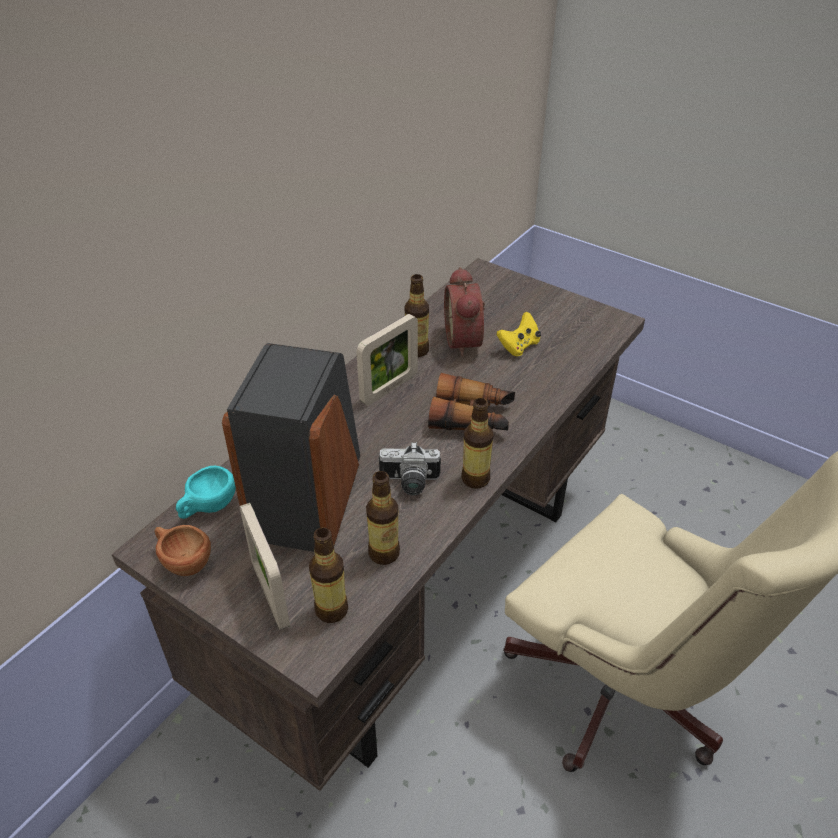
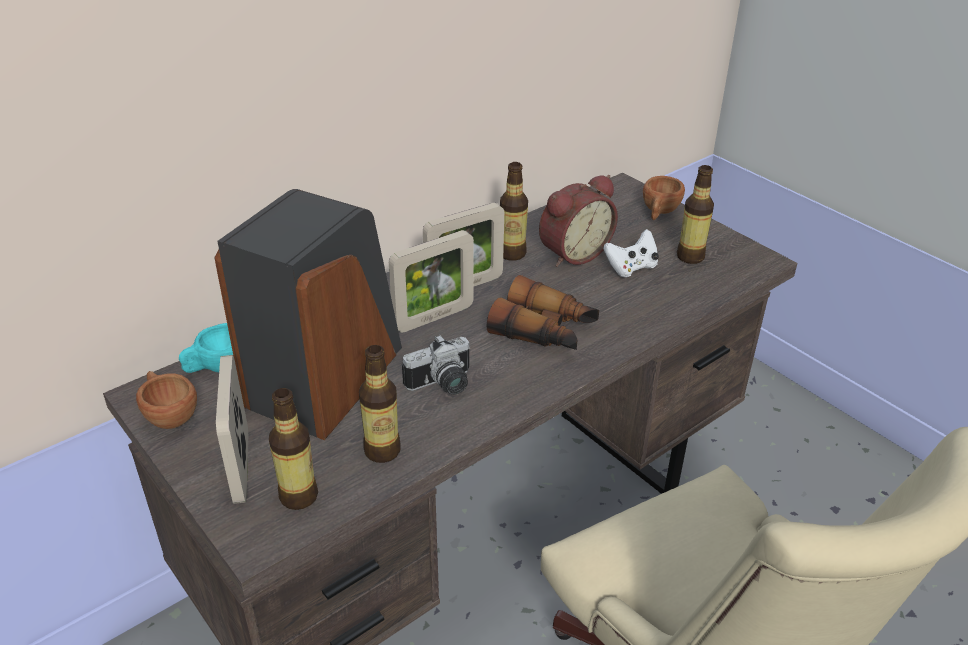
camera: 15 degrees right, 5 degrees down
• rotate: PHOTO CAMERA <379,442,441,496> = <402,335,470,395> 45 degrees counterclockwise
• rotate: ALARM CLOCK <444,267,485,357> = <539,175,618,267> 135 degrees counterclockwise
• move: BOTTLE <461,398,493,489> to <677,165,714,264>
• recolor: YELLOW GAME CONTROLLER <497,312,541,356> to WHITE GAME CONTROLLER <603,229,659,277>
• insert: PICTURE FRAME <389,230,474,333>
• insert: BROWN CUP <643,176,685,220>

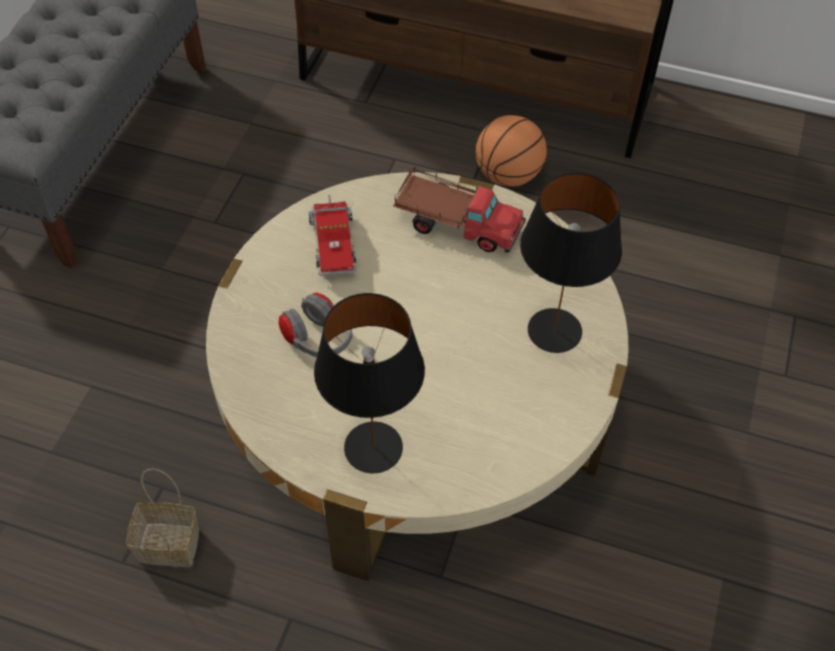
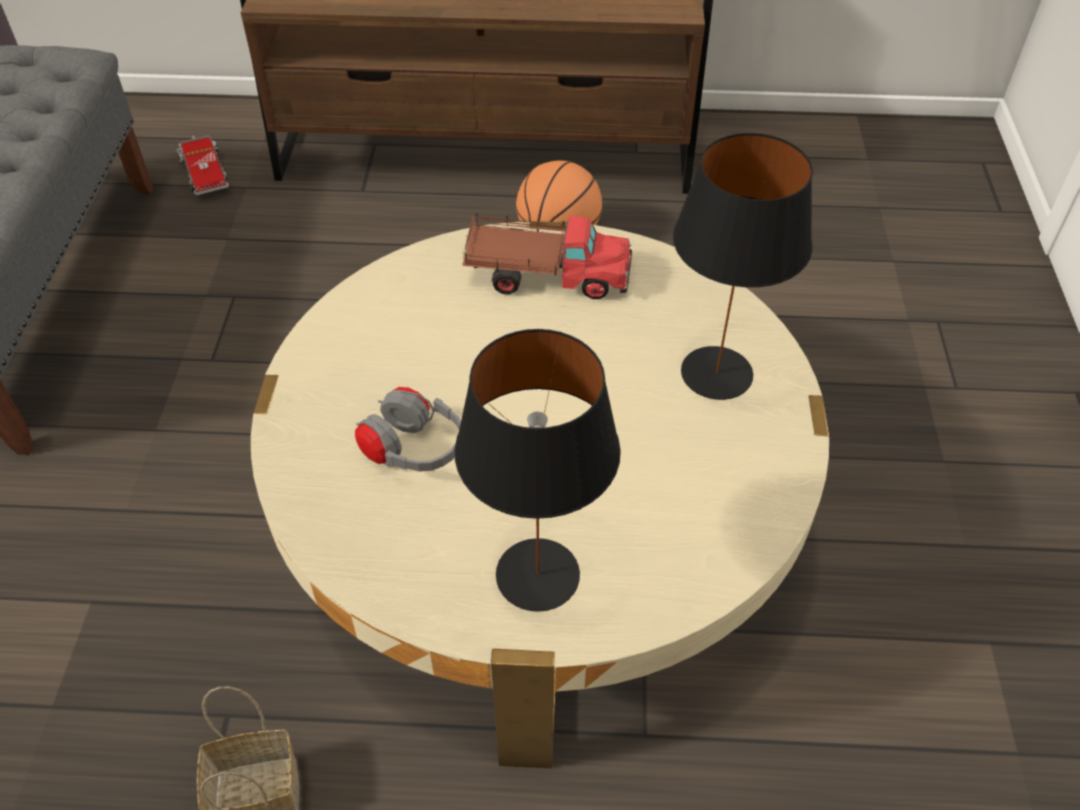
camera: 15 degrees left, 5 degrees down
• move: TOY TRUCK <309,195,356,276> to <176,135,229,195>

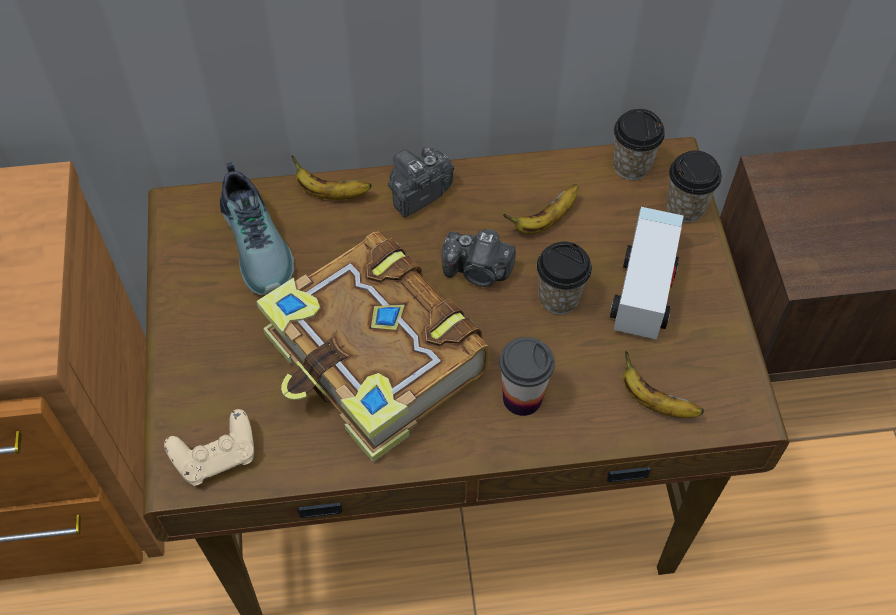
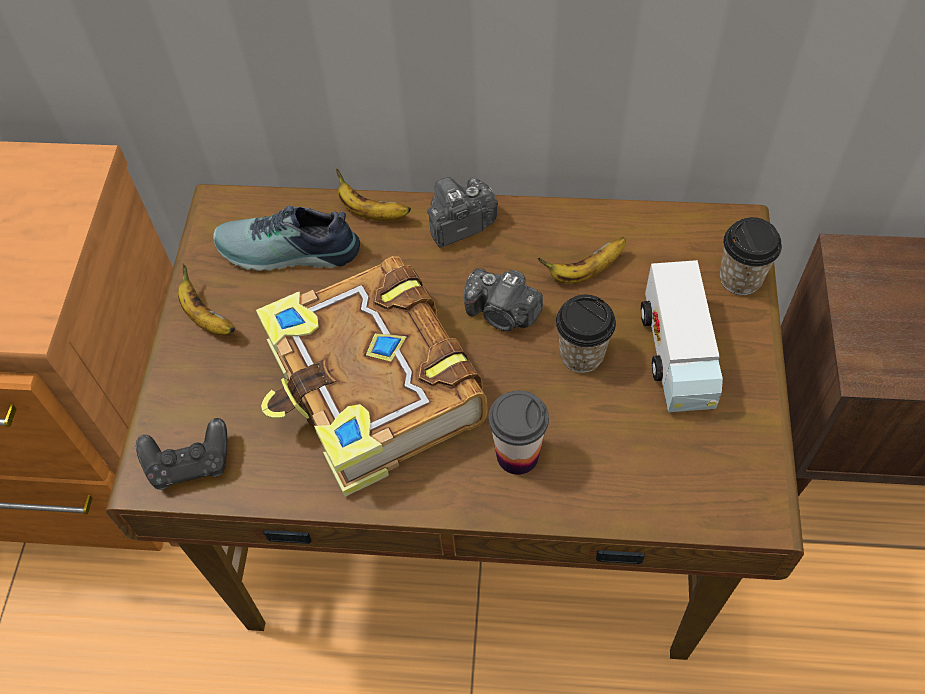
camera: 15 degrees right, 0 degrees up
• recolor: BEIGE GAME CONTROLLER <164,409,254,486> to BLACK GAME CONTROLLER <136,418,227,490>
• rotate: SHOE <220,162,295,295> = <213,205,360,271> 105 degrees clockwise
• rotate: TOY TRUCK <610,207,683,340> = <641,260,723,412> 150 degrees clockwise
• delete: CUP <613,109,665,180>
• move: BANANA <623,351,704,418> to <178,264,235,335>

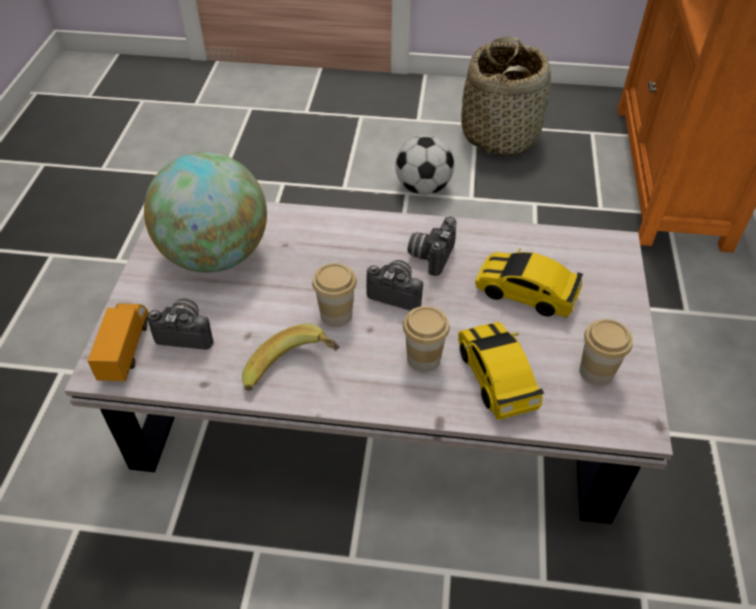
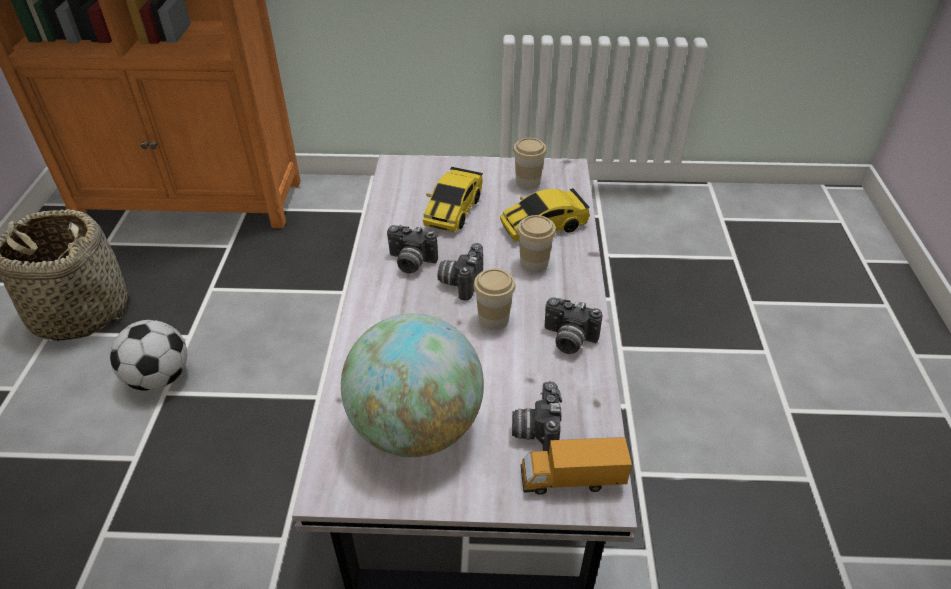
camera: 95 degrees left, 5 degrees down
• replace: BANANA <242,324,339,391> to PHOTO CAMERA <544,297,602,354>

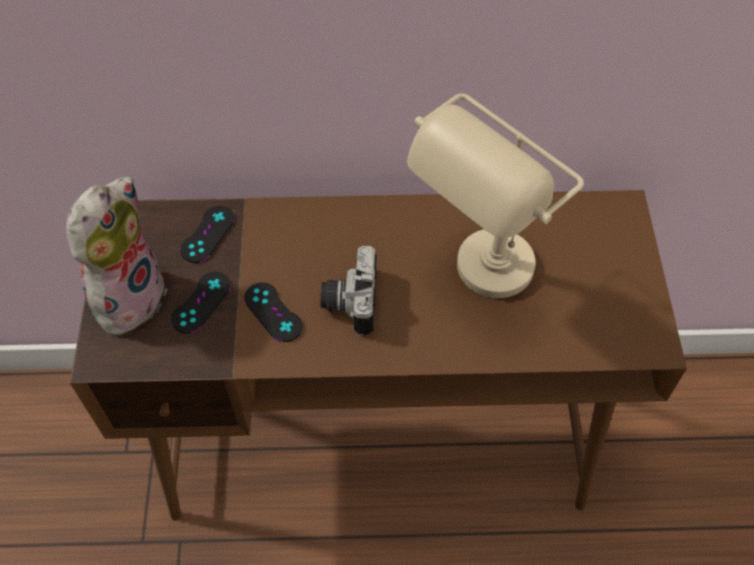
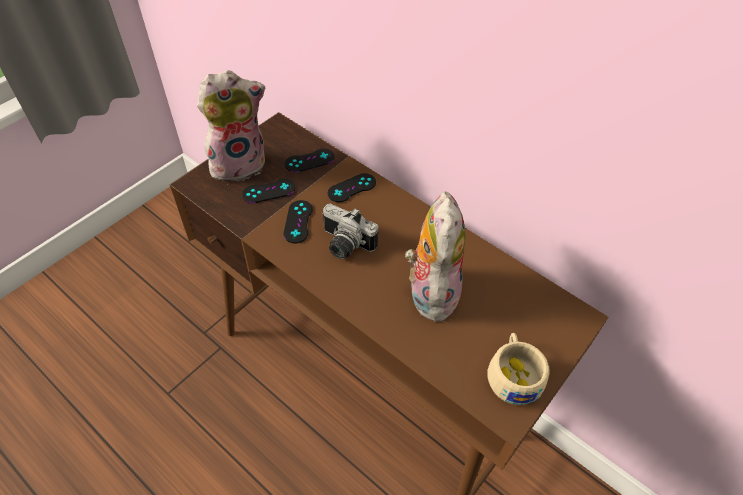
camera: 40 degrees right, 5 degrees down
• rotate: PHOTO CAMERA <320,246,377,336> = <322,204,378,259> 105 degrees counterclockwise
• replace: BEIGE TABLE LAMP <407,93,584,298> to PLUSH TOY <405,191,466,323>
• insert: BLACK GAME CONTROLLER <327,173,376,202>
• insert: BEIGE CUP <487,333,550,405>

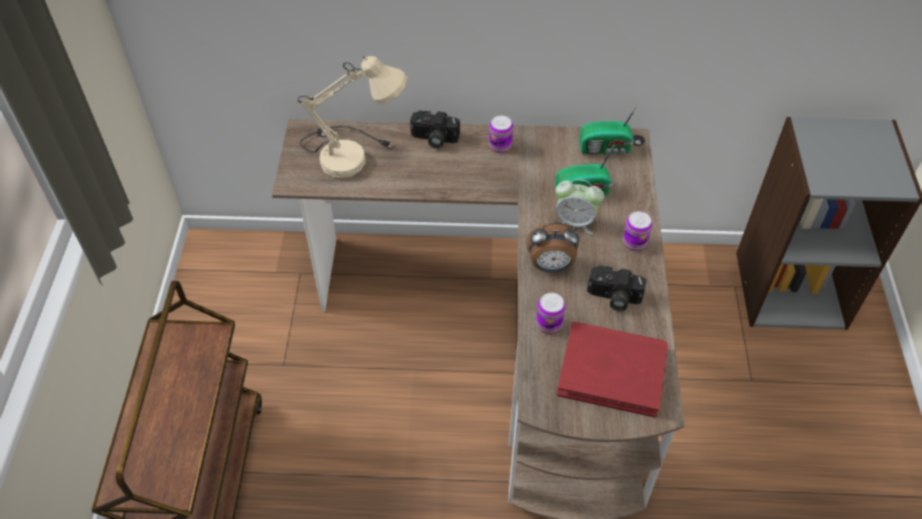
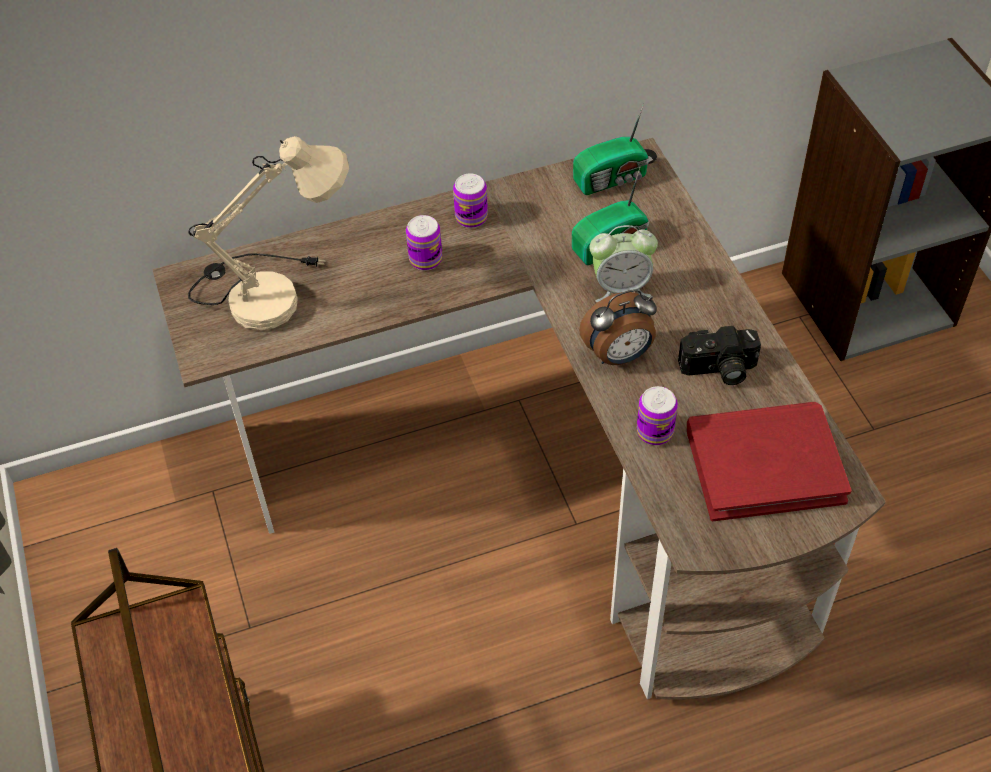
camera: 20 degrees left, 0 degrees up
• delete: PHOTO CAMERA <410,110,460,148>
• move: CAN <623,211,652,251> to <406,215,442,270>

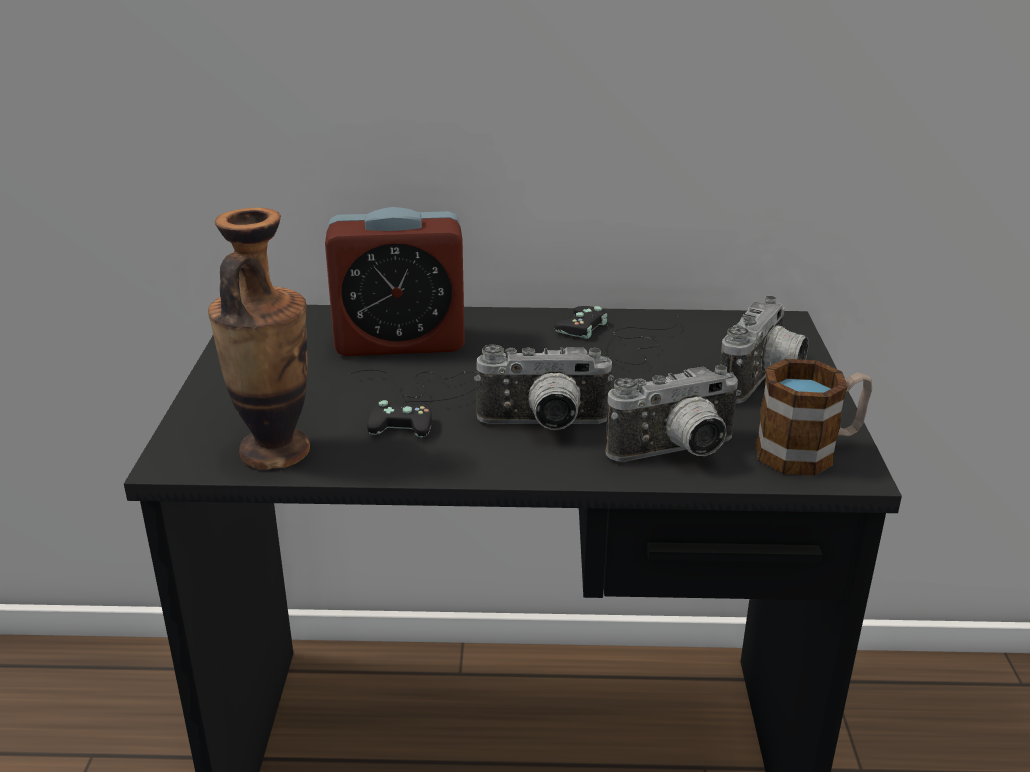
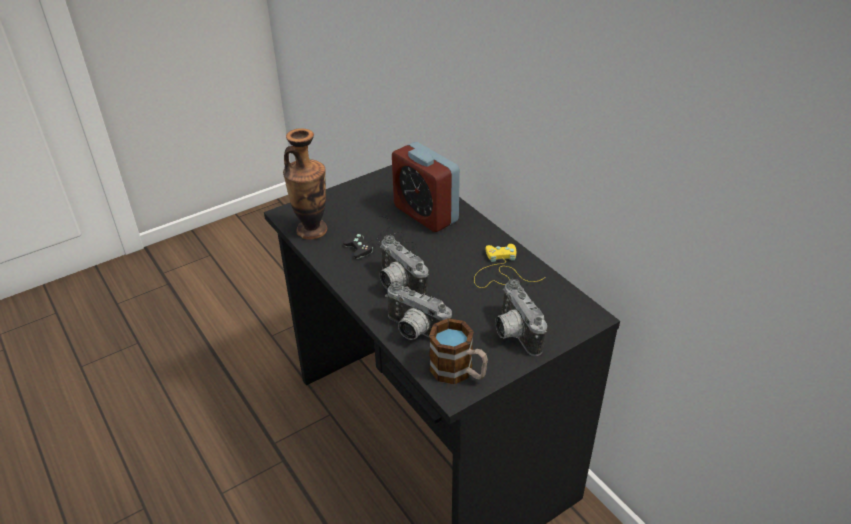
camera: 55 degrees right, 10 degrees up
• recolor: BLACK GAME CONTROLLER <554,306,679,365> to YELLOW GAME CONTROLLER <474,244,545,288>
• rotate: PHOTO CAMERA <720,296,809,403> = <495,279,547,356> 75 degrees clockwise

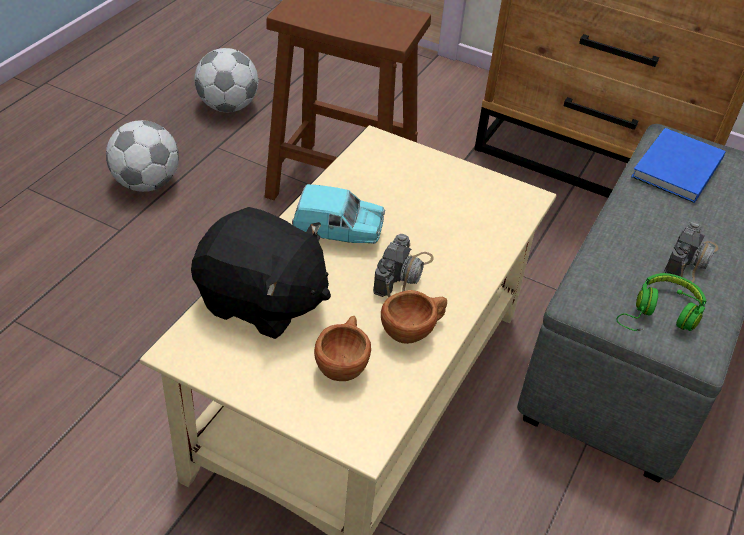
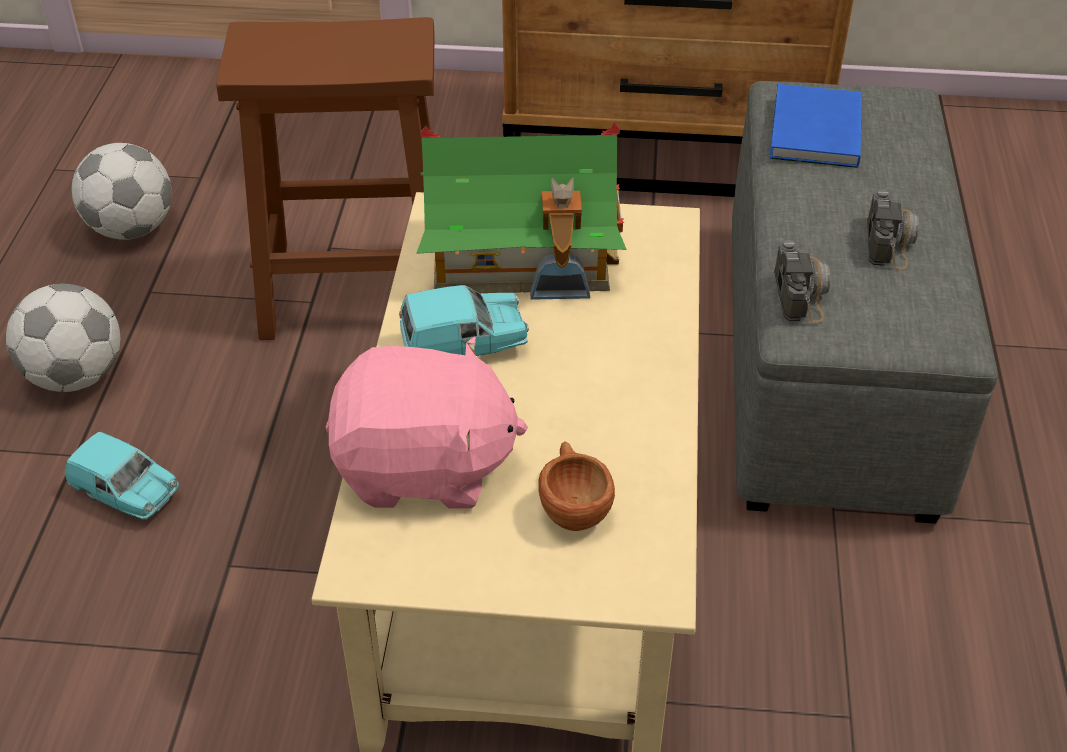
camera: 20 degrees left, 0 degrees up
• recolor: BLACK PLUSH TOY <191,207,331,339> to PINK PLUSH TOY <326,336,528,509>
• move: PHOTO CAMERA <373,234,434,298> to <774,240,830,323>
• delete: BROWN CUP <381,290,447,344>
• delete: GREEN HEADPHONES <616,273,706,331>
• insert: TURQUOISE TOY CAR <65,432,179,520>
• insert: TOY HOUSE <417,122,627,300>

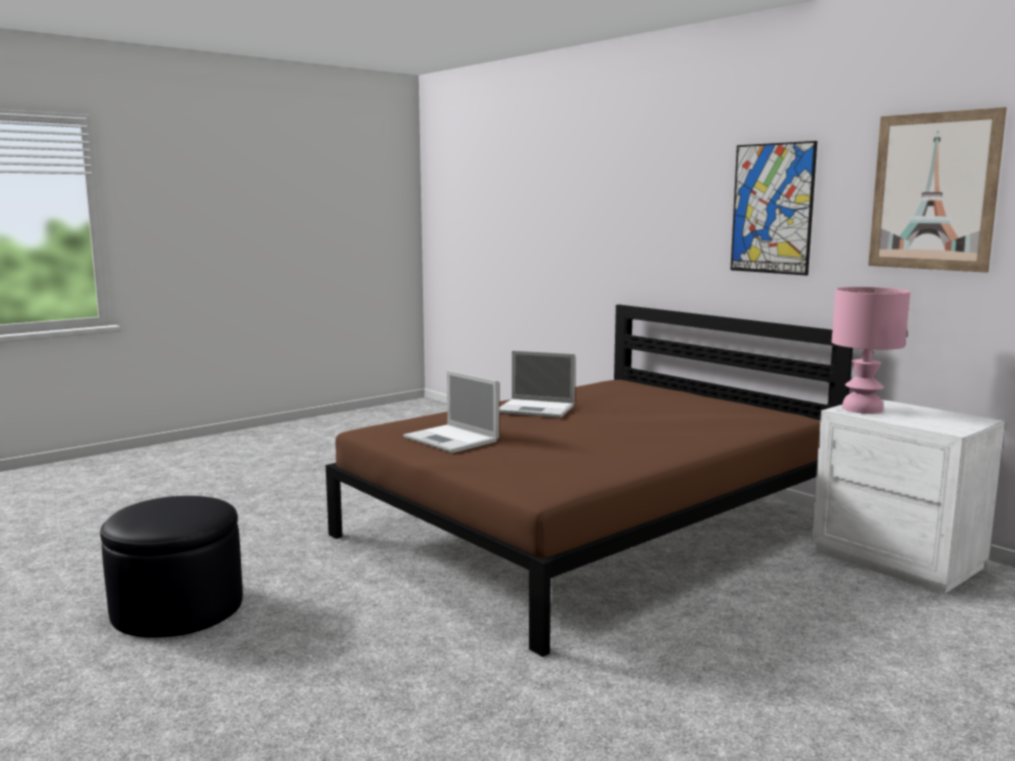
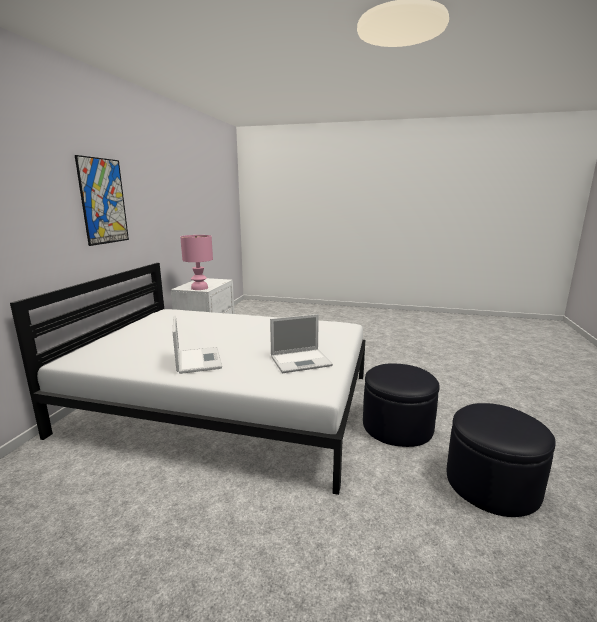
camera: 125 degrees left, 5 degrees up
• recolor: BROWN BED <326,304,853,657> to WHITE BED <10,263,365,495>
• rotate: LAPTOP <403,370,499,453> = <270,314,333,373> 60 degrees clockwise
• delete: PICTURE <868,107,1007,273>
• insert: BLACK OTTOMAN <363,363,440,447>

